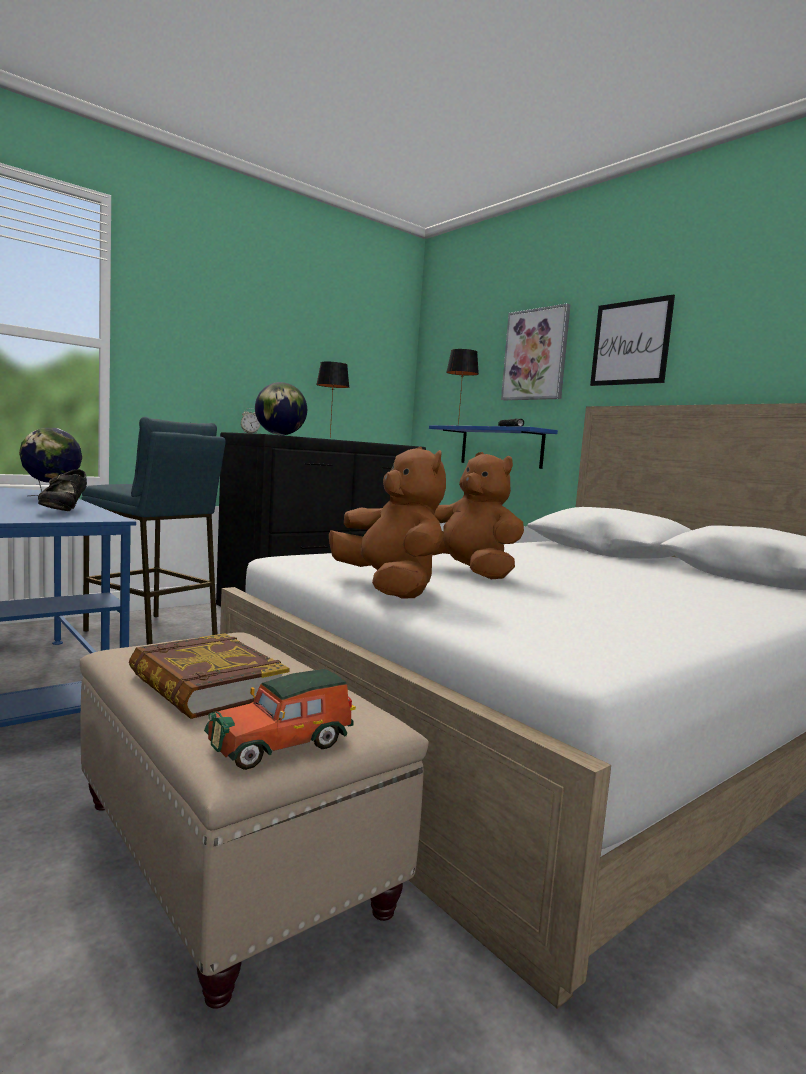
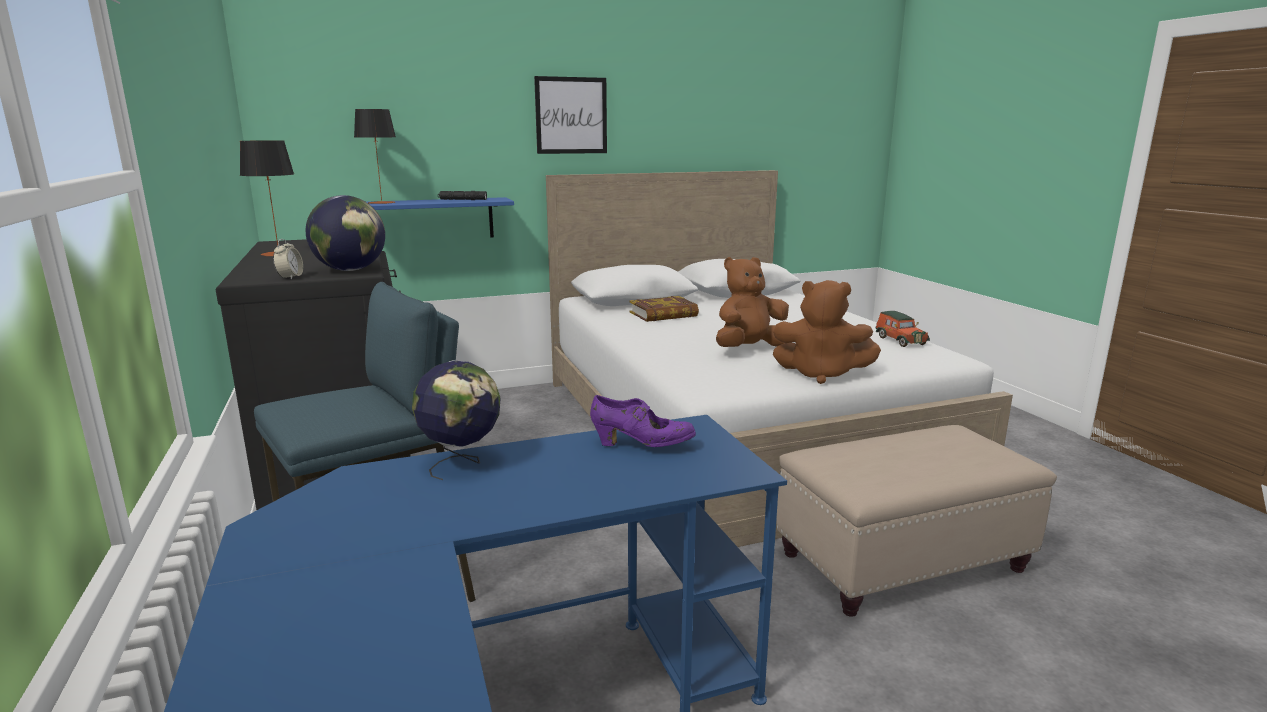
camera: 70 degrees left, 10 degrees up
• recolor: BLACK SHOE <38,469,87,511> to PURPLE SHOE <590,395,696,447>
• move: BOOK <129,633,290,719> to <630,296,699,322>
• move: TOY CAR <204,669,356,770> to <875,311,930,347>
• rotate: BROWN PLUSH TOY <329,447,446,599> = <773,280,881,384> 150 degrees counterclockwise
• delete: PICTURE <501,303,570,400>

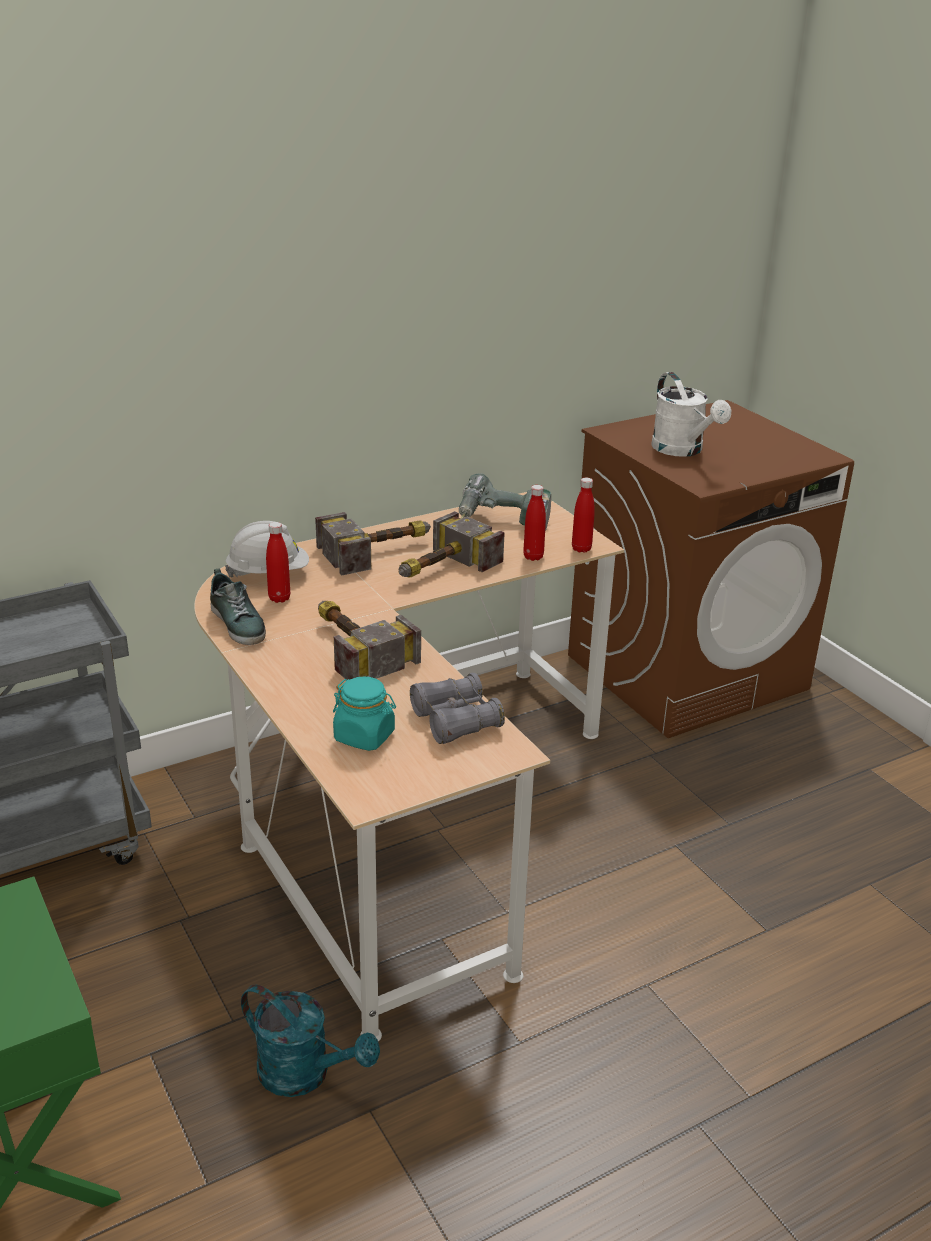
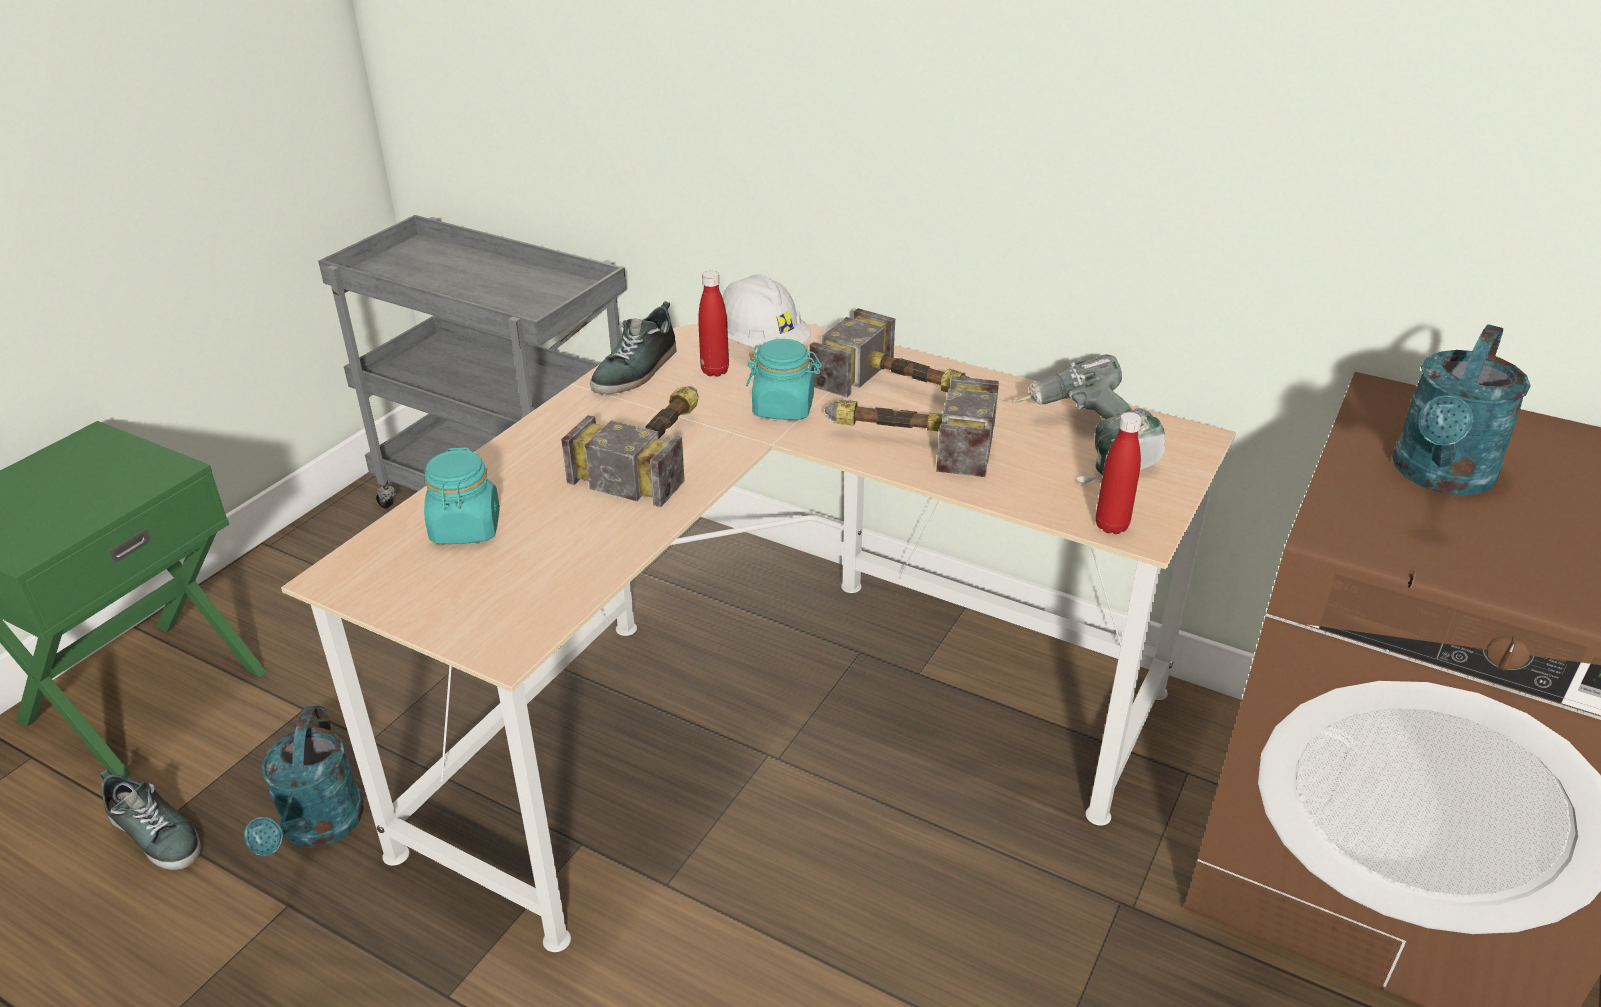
camera: 60 degrees right, 5 degrees up
• delete: GREY BINOCULARS <410,673,505,744>
• delete: RED BOTTLE <523,485,546,561>
• recolor: WHITE WATERING CAN <651,372,731,457> to TURQUOISE WATERING CAN <1392,324,1531,496>
• insert: SHOE <100,769,201,870>
• insert: TURQUOISE JAR <746,339,822,420>

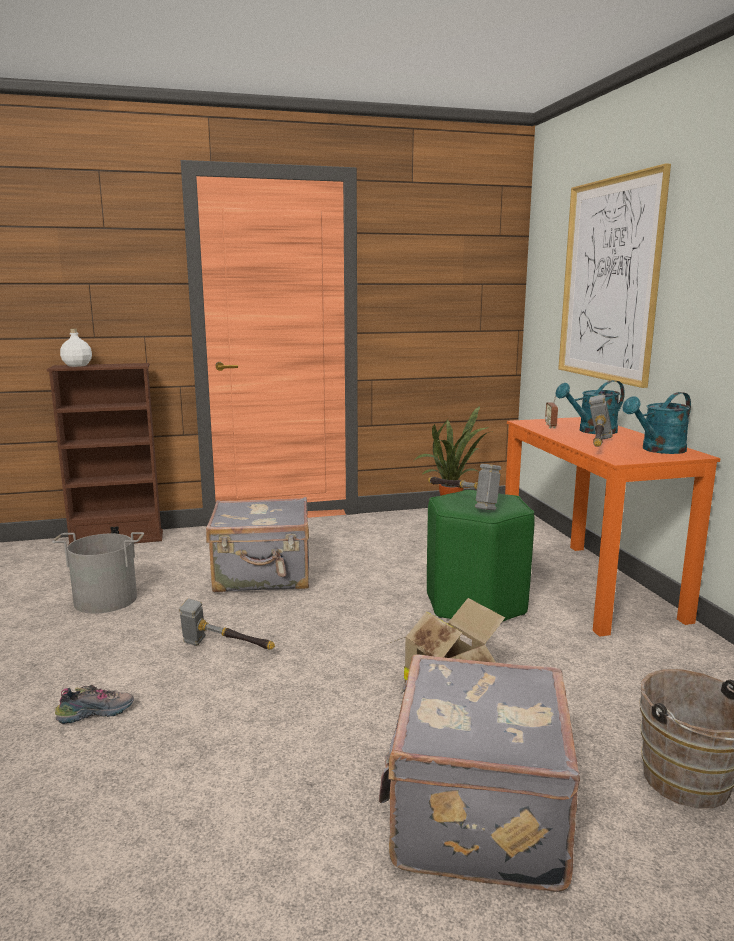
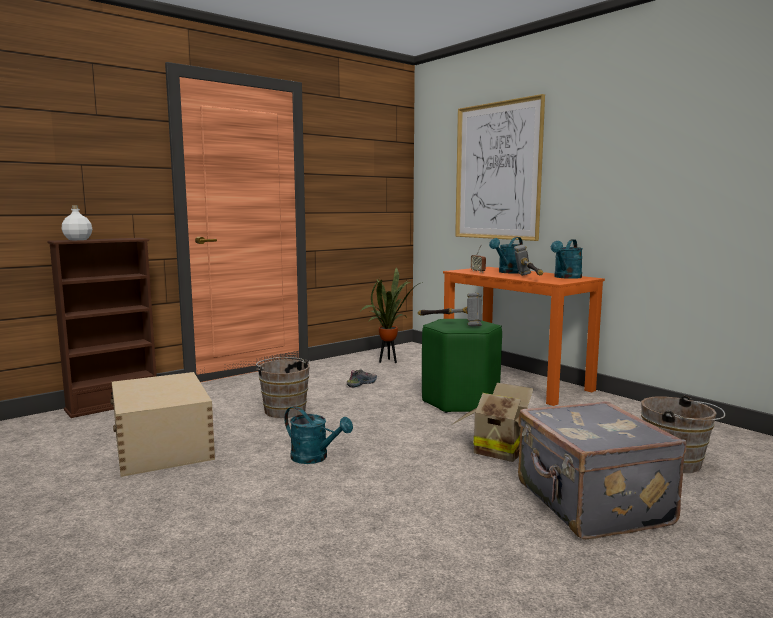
camera: 25 degrees left, 5 degrees down
• replace: GREY BUCKET <52,532,144,614> to BEIGE STORAGE BOX <110,372,215,477>
• move: SHOE <55,685,134,724> to <346,369,377,388>
• replace: HAMMER <179,598,275,649> to TURQUOISE WATERING CAN <284,406,353,464>
• replace: GREY SUITCASE <206,497,309,592> to BROWN BUCKET <256,357,310,418>

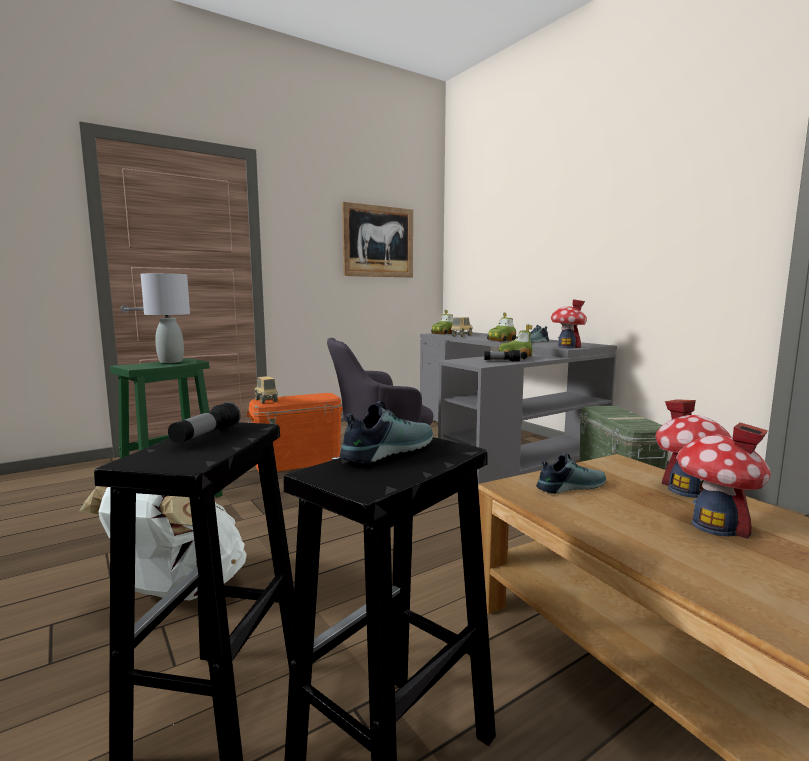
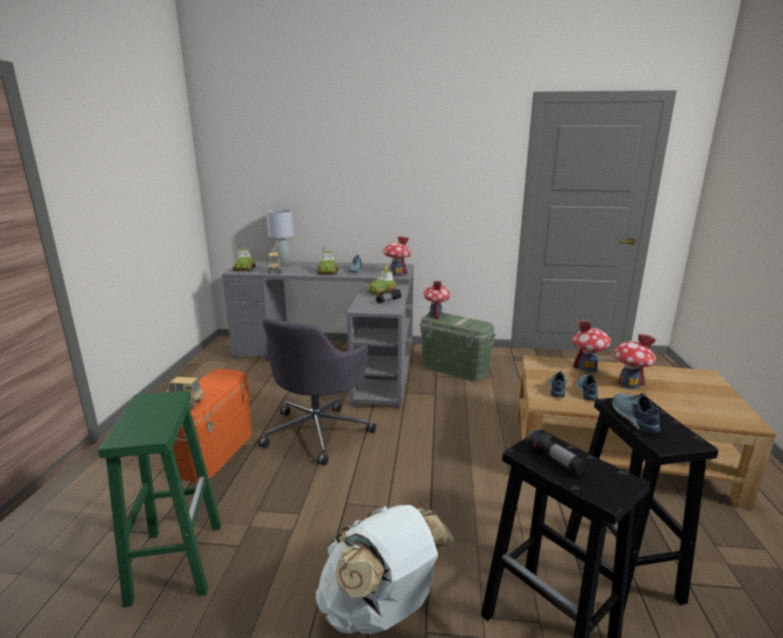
camera: 50 degrees left, 10 degrees up
• move: GREY TABLE LAMP <141,273,190,363> to <266,210,294,265>
• delete: PICTURE <342,202,413,277>
• insert: TOY HOUSE <423,281,450,319>
• insert: SHOE <576,374,598,401>

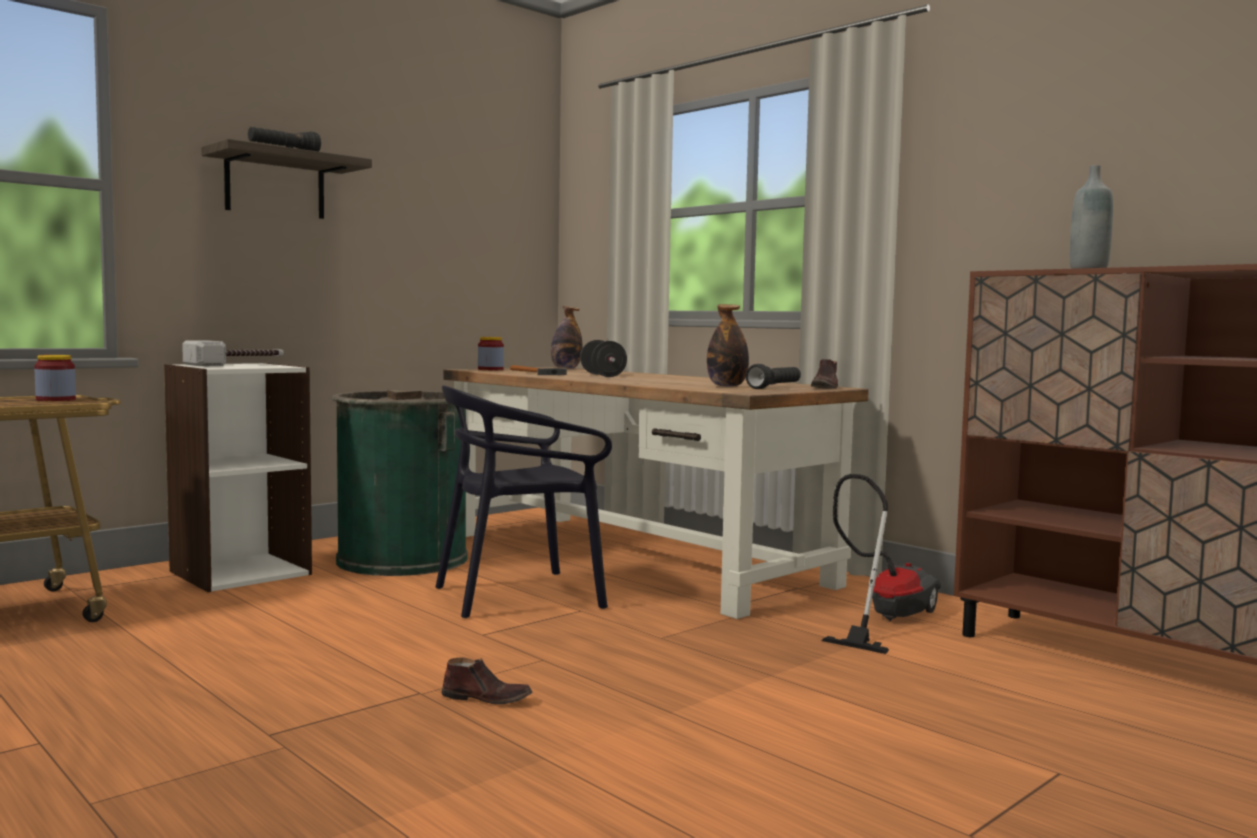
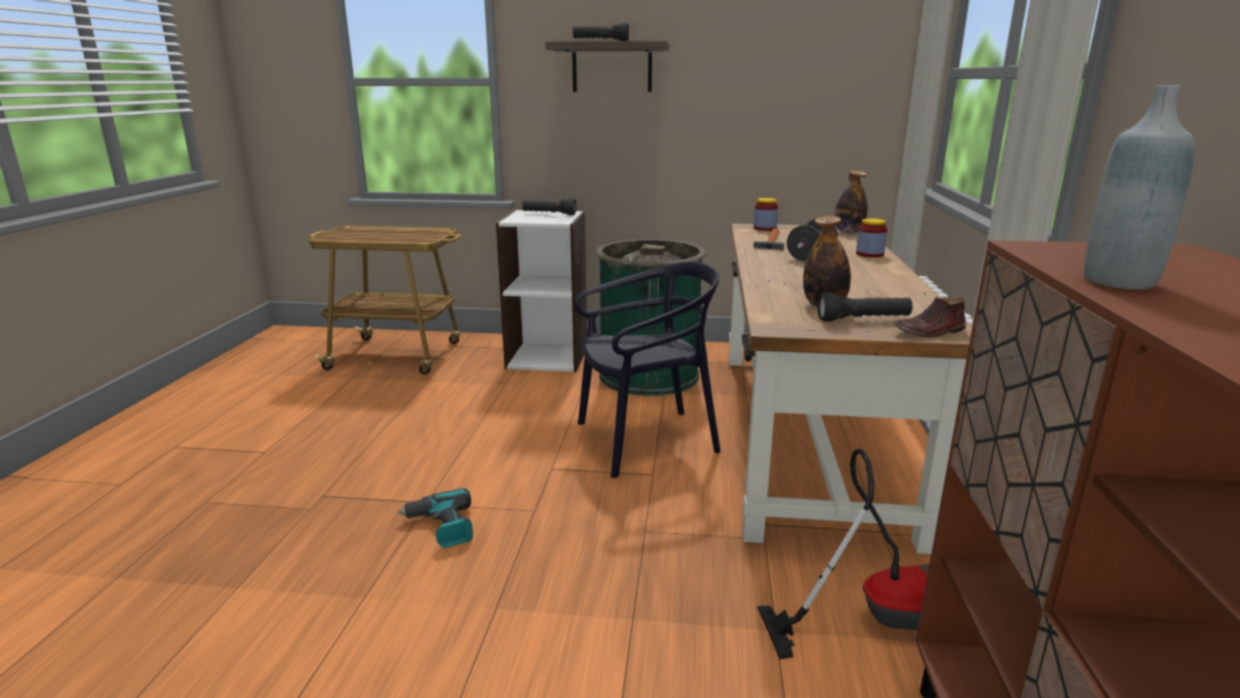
camera: 50 degrees right, 15 degrees up
• move: JAR <35,355,76,401> to <856,218,887,257>
• replace: HAMMER <182,340,284,366> to BLACK FLASHLIGHT <522,198,576,215>
• rotate: BLACK CHAIR <436,386,612,618> = <574,262,721,478> 135 degrees clockwise
• replace: BROWN SHOE <441,657,533,704> to POWER DRILL <397,488,473,548>

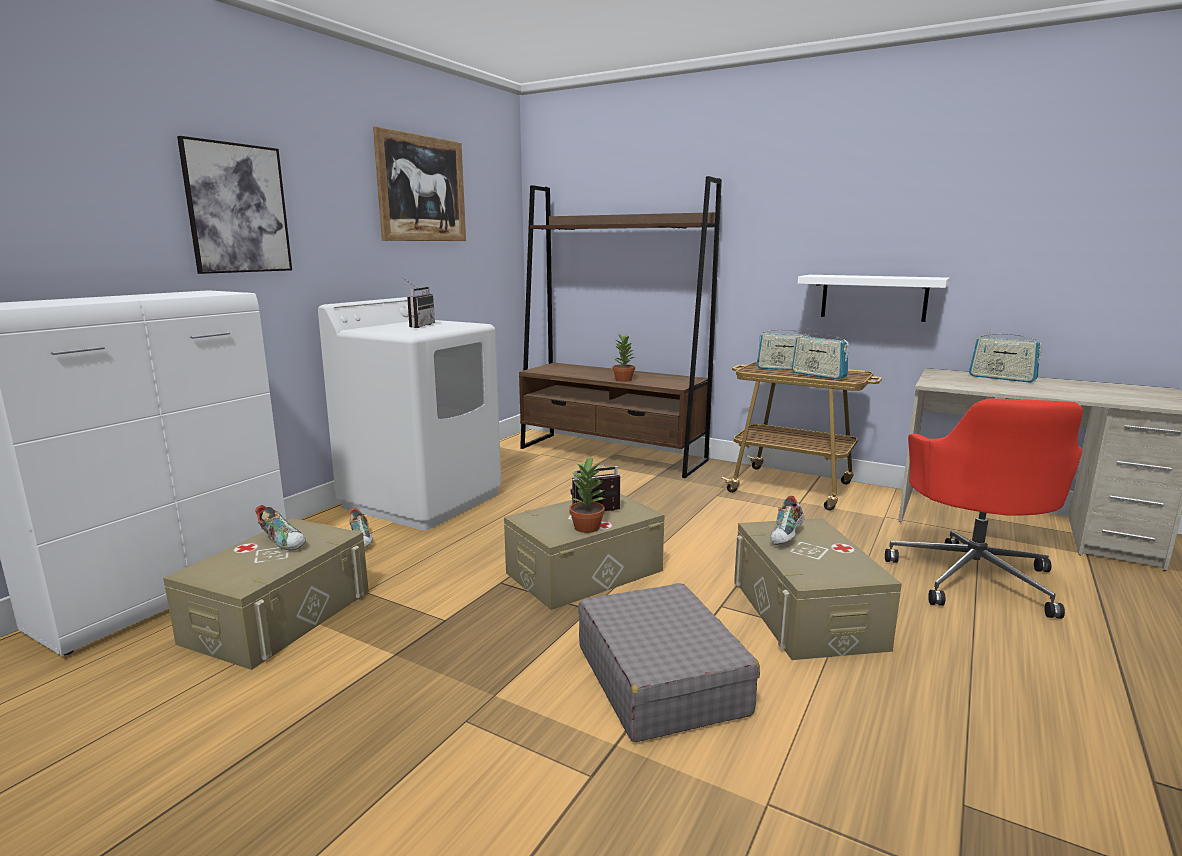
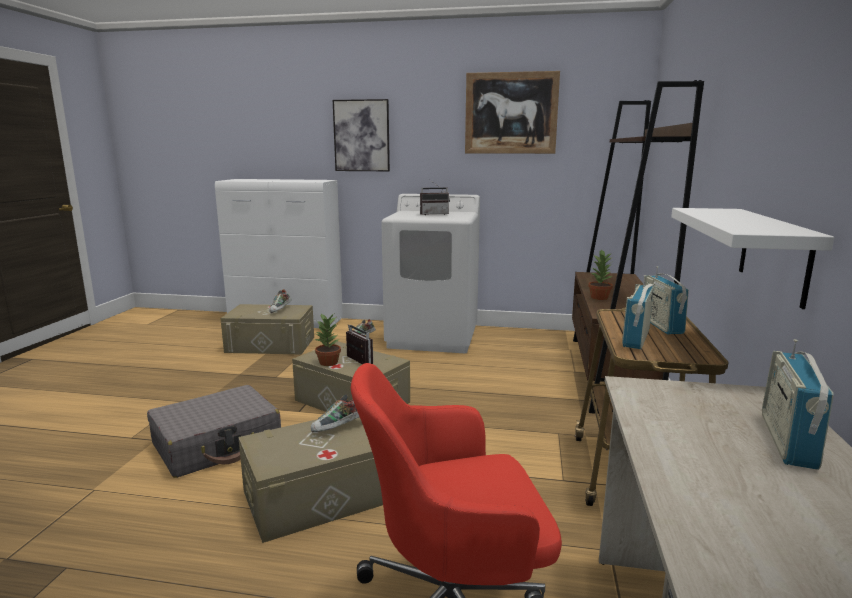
camera: 70 degrees right, 0 degrees up
• rotate: SHOE <771,496,805,545> = <311,394,359,432> 45 degrees counterclockwise

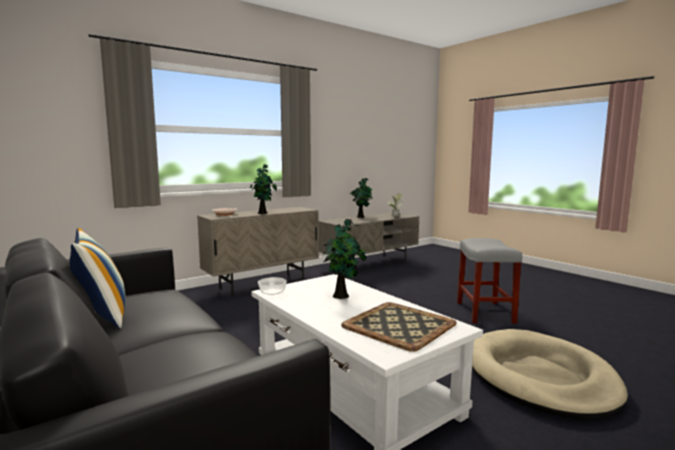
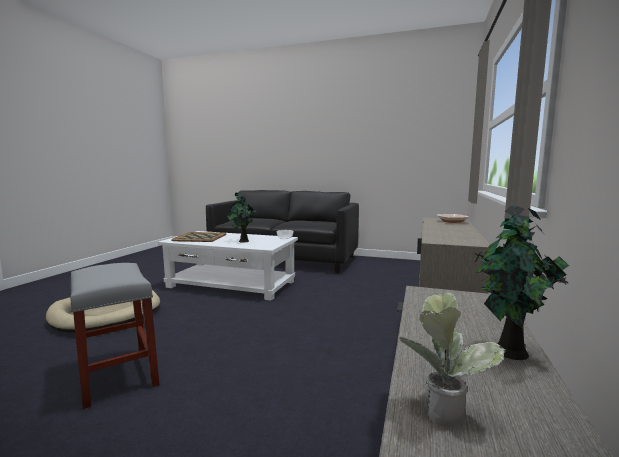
camera: 145 degrees right, 0 degrees up
• delete: PILLOW <70,228,125,329>
• delete: POTTED PLANT <250,164,277,214>

